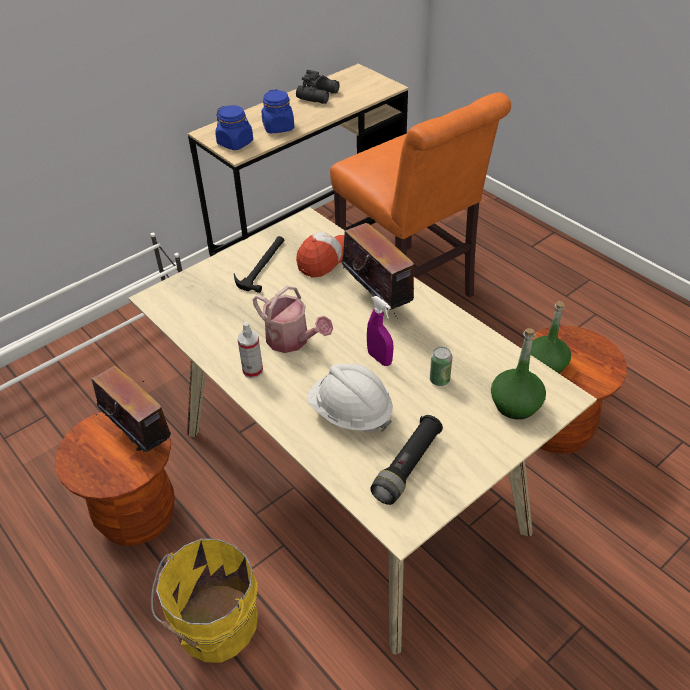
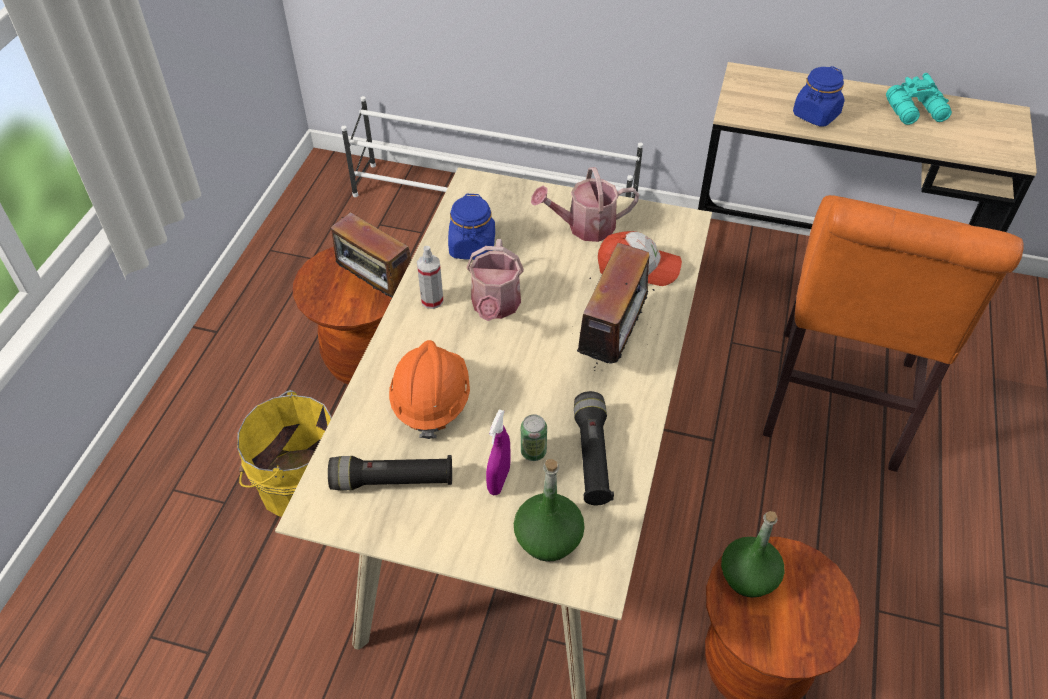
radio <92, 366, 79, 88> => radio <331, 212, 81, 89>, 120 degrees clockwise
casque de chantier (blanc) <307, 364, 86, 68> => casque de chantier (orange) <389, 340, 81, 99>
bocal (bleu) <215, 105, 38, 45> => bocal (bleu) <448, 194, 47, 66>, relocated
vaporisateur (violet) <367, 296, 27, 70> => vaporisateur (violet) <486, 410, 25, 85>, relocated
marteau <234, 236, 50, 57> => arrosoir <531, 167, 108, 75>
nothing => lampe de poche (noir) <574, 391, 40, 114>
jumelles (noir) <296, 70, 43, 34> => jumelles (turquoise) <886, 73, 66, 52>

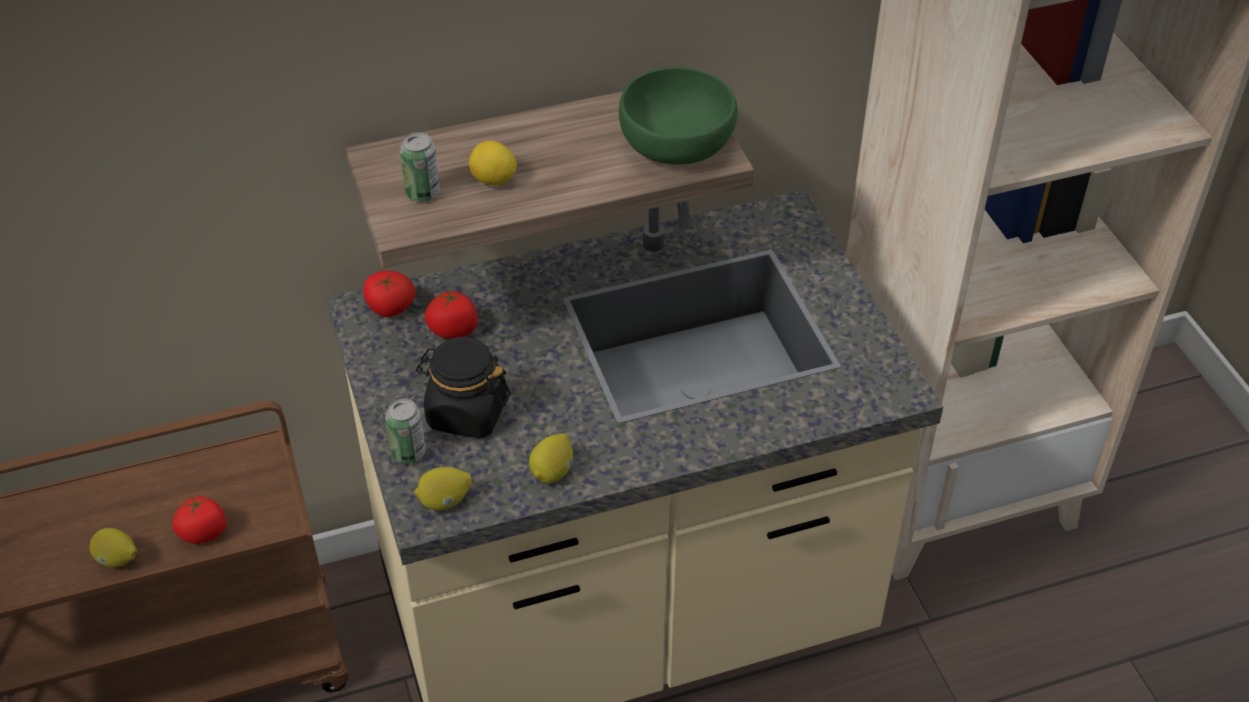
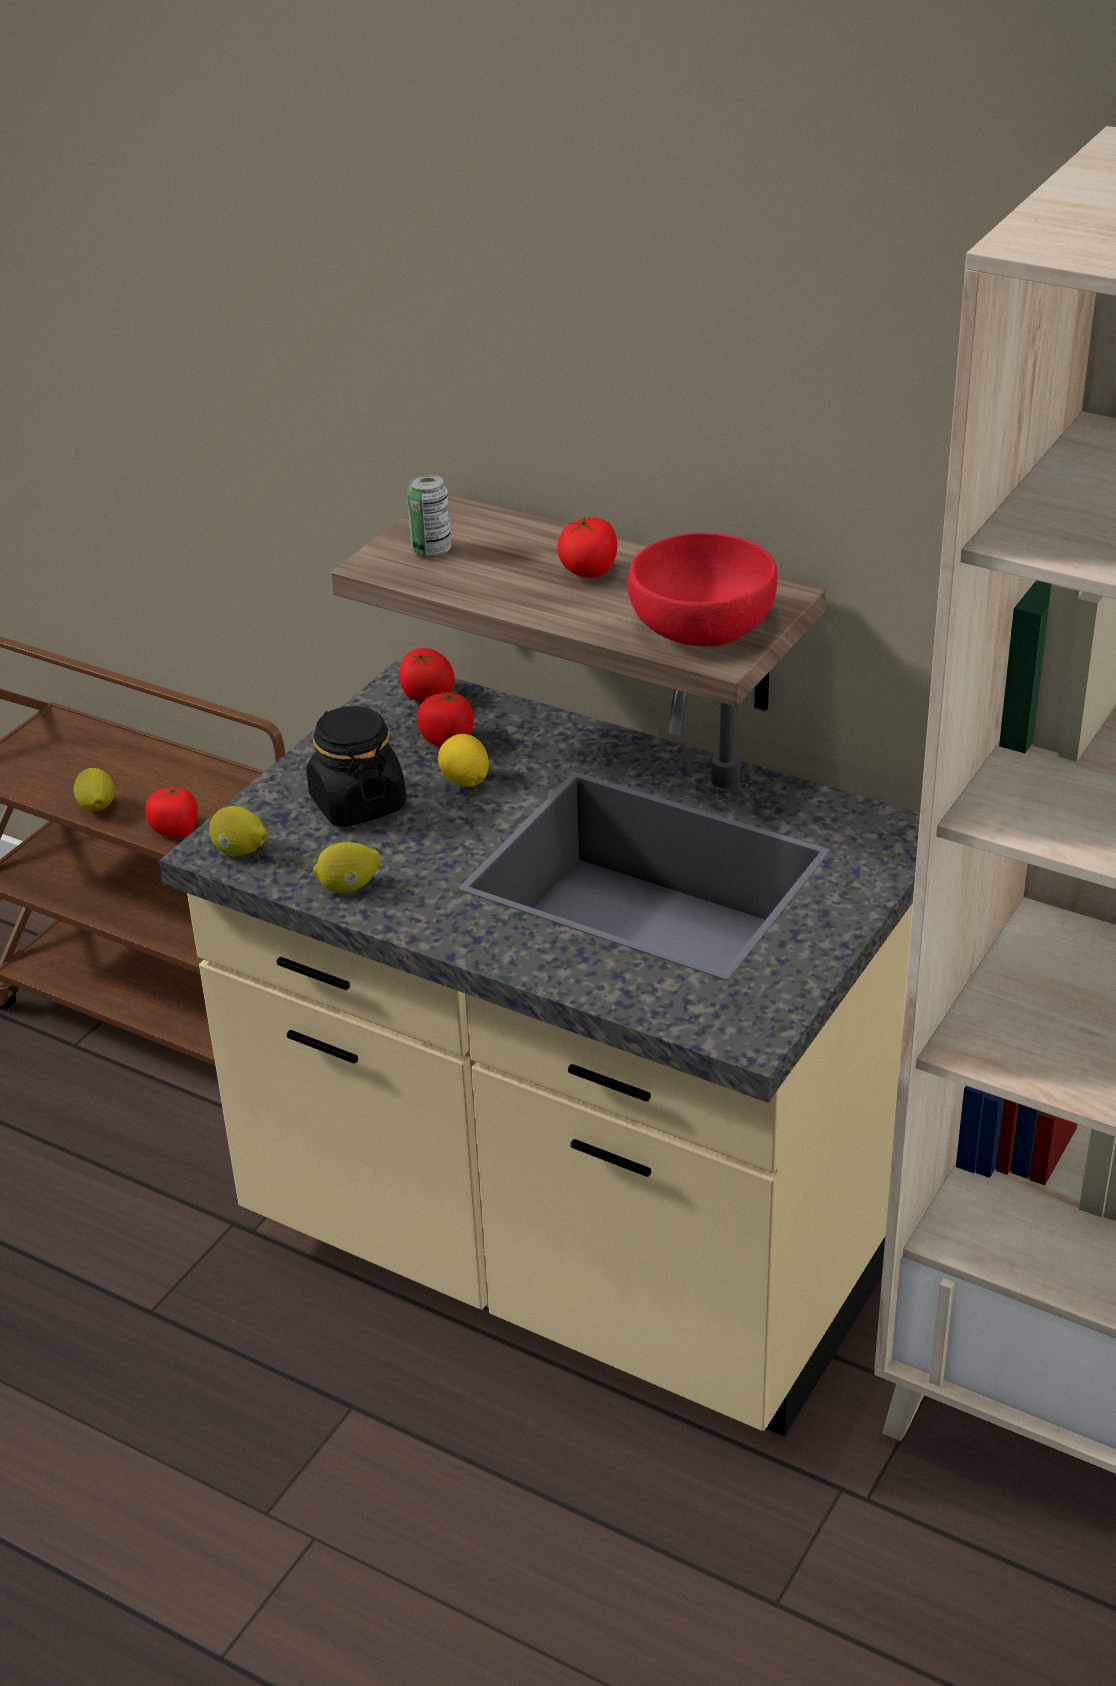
citron <469, 141, 48, 44> => citron <438, 734, 51, 53>, relocated
nothing => tomate <558, 516, 59, 62>
bol (vert) <619, 67, 119, 97> => bol (rouge) <627, 532, 150, 114>
boîte métallique <385, 398, 41, 66> => nothing

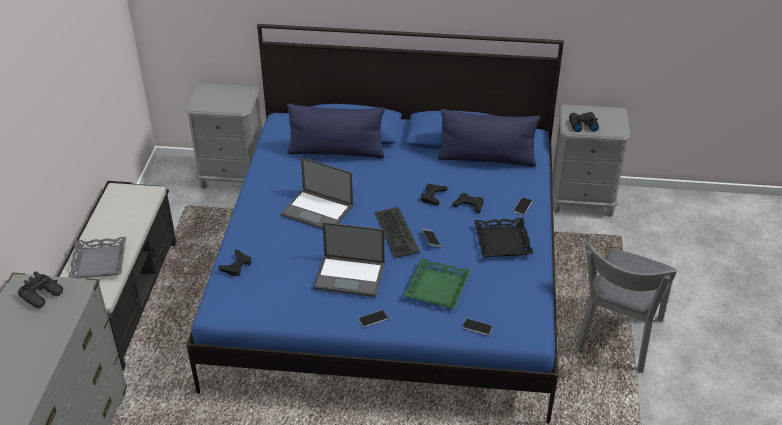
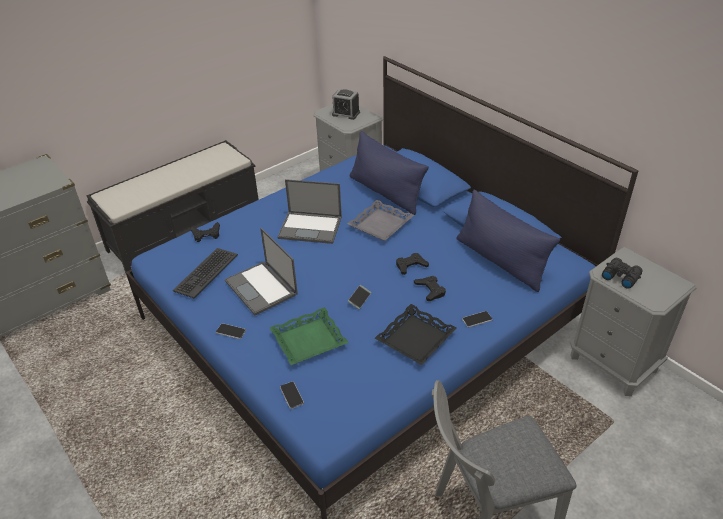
clavier <375, 207, 45, 51> => clavier <173, 248, 65, 51>, relocated
ordinateur portable <281, 157, 72, 72> => ordinateur portable <277, 179, 65, 65>, 60 degrees counterclockwise
nothing => réveil <332, 89, 28, 31>
plateau (gris) <68, 237, 58, 41> => plateau (gris) <347, 200, 67, 41>, relocated
jumelles (noir) <18, 271, 45, 38> => nothing

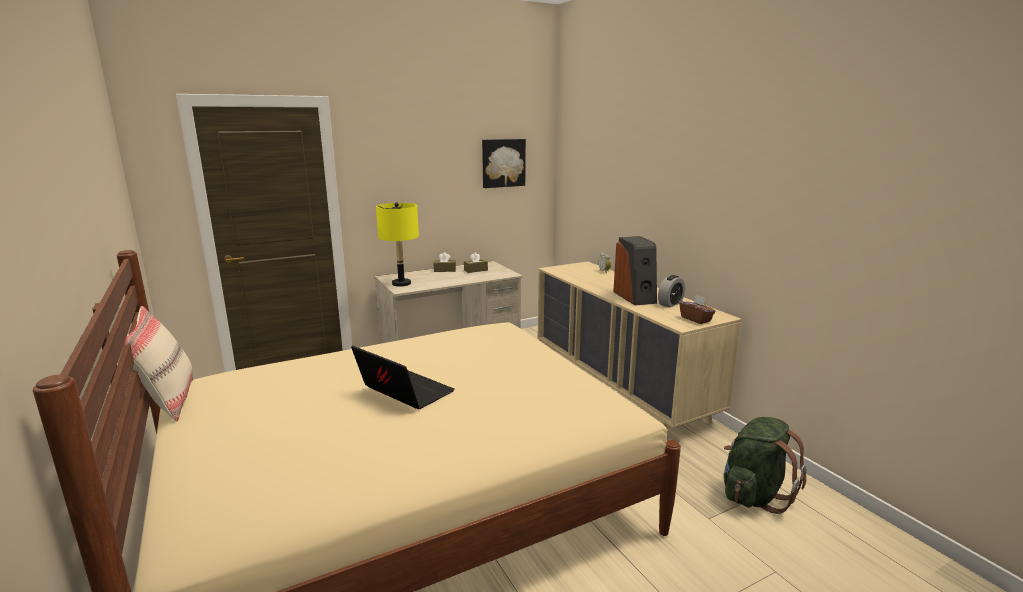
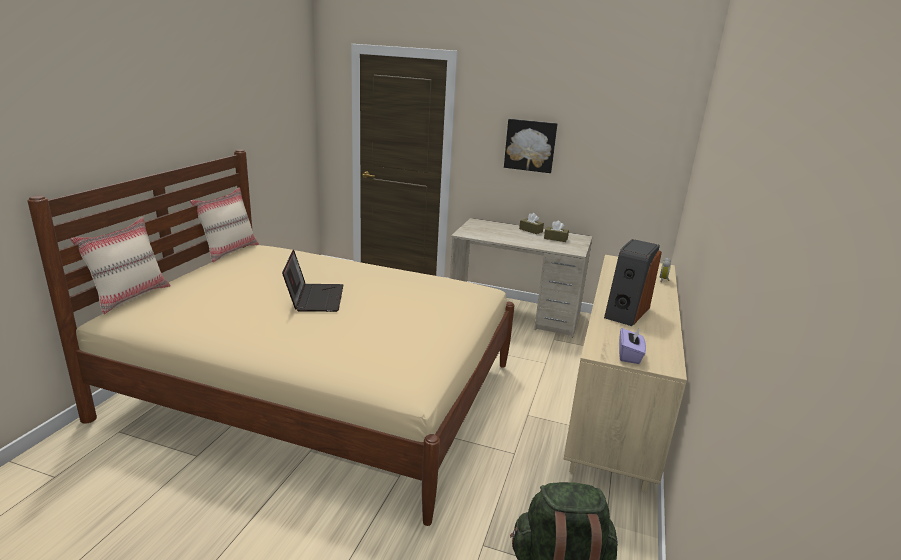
nothing => coussin (beige) <70, 217, 101, 97>
tableau <482, 139, 44, 49> => tableau <504, 119, 53, 54>, relocated
boîte à mouchoirs (marron) <679, 295, 36, 29> => boîte à mouchoirs (violet) <619, 328, 27, 36>
lampe de table (jaune) <376, 202, 43, 85> => nothing
réveil <658, 275, 27, 32> => nothing

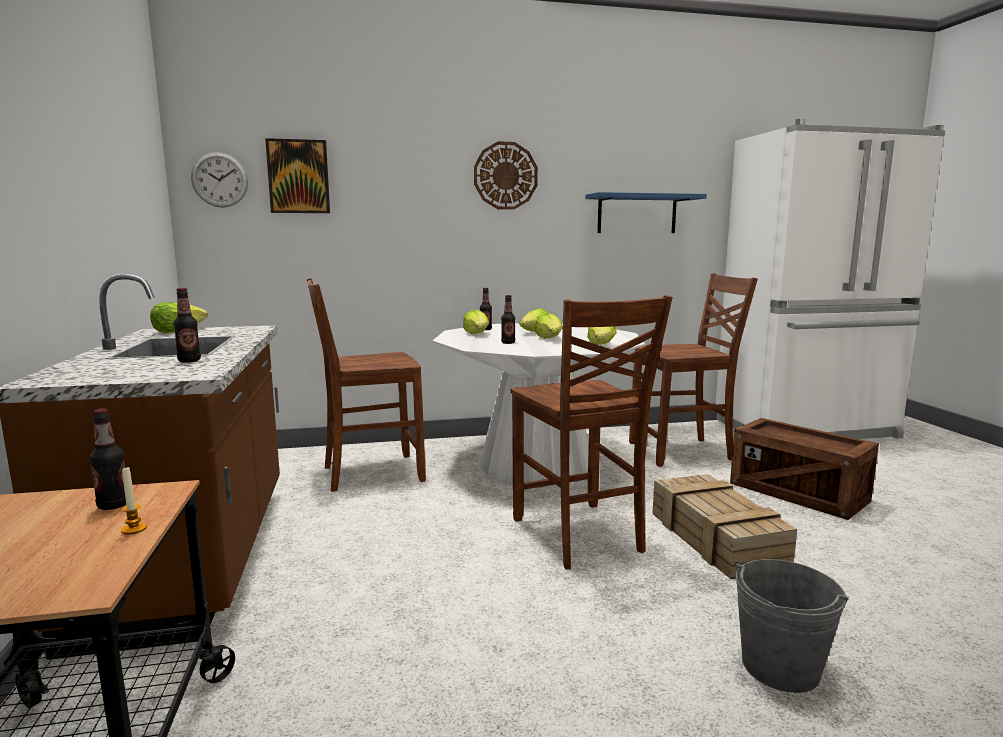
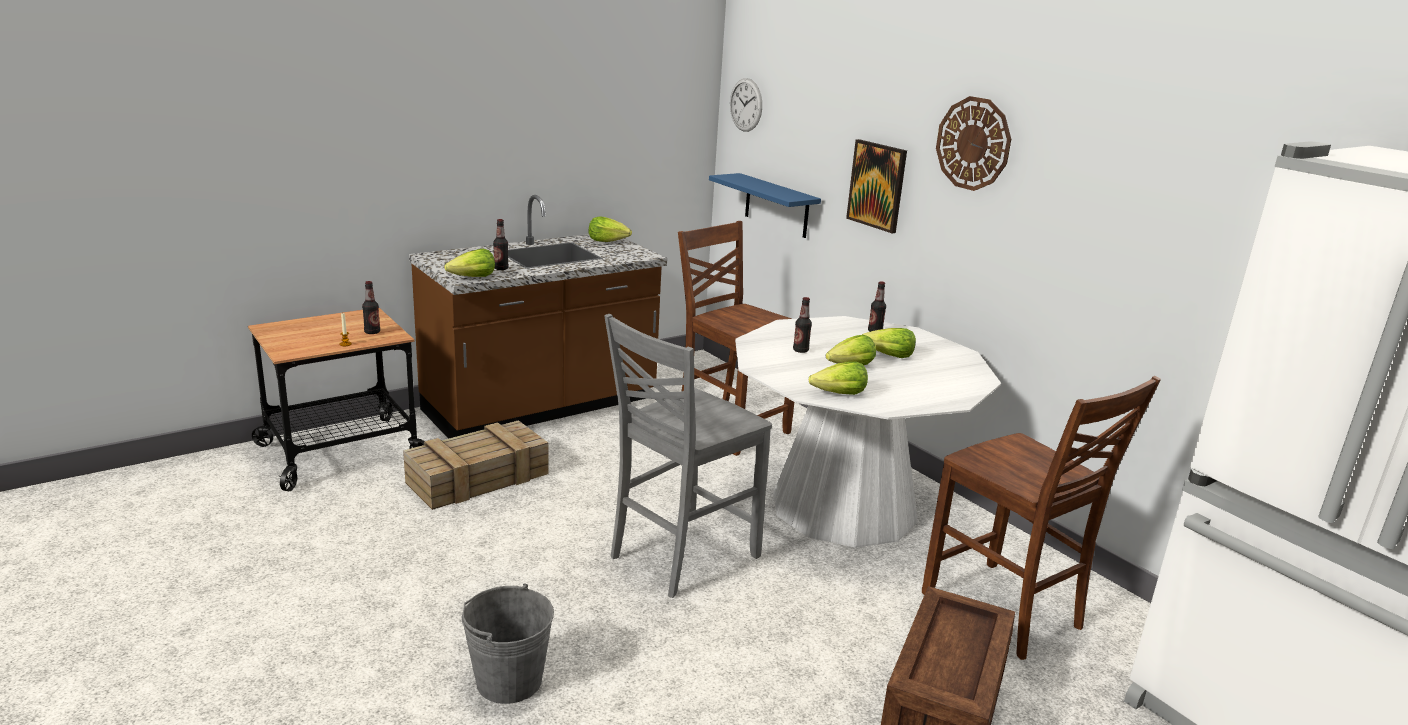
caisse <652, 474, 145, 105> => caisse <403, 420, 146, 90>, relocated
laitue <463, 310, 26, 24> => laitue <444, 249, 51, 28>, relocated
chaise (marron) <511, 295, 162, 274> => chaise (gris) <604, 314, 168, 284>
étagère (bleu) <585, 192, 122, 41> => étagère (bleu) <709, 173, 112, 65>, relocated
tableau <265, 138, 65, 75> => tableau <846, 139, 61, 94>, relocated

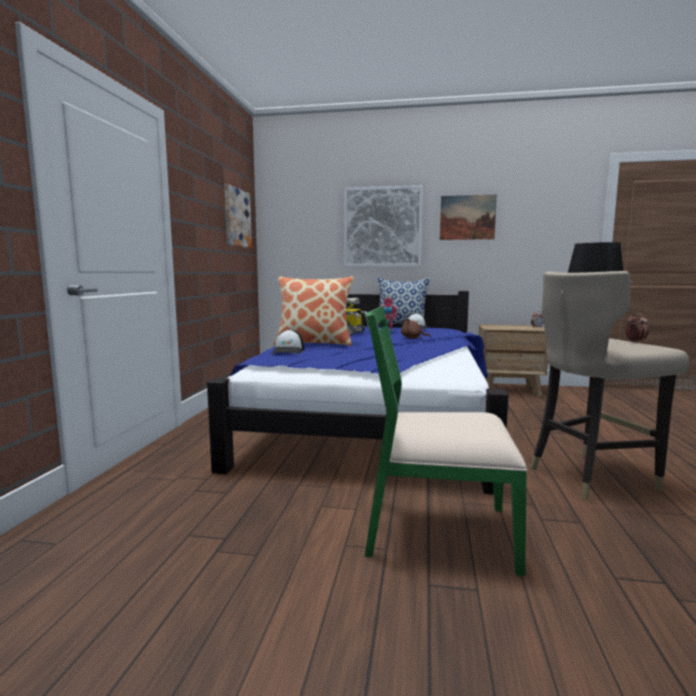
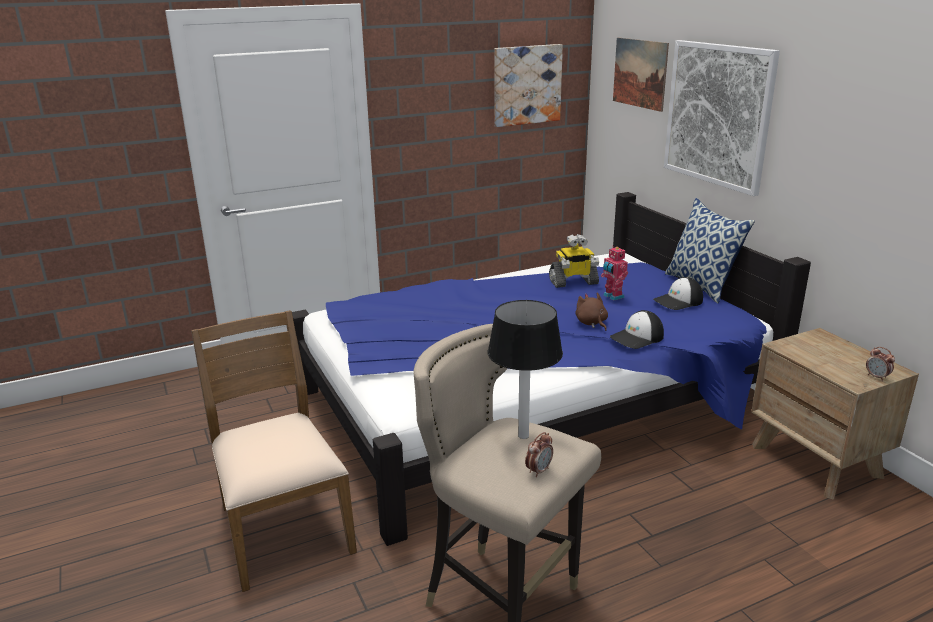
chaise (vert) <365, 306, 162, 270> => chaise (marron) <191, 310, 166, 282>
casquette <271, 330, 33, 24> => casquette <610, 310, 54, 39>, relocated
tableau <440, 195, 57, 45> => tableau <613, 38, 56, 74>, relocated
coussin <274, 276, 80, 70> => nothing

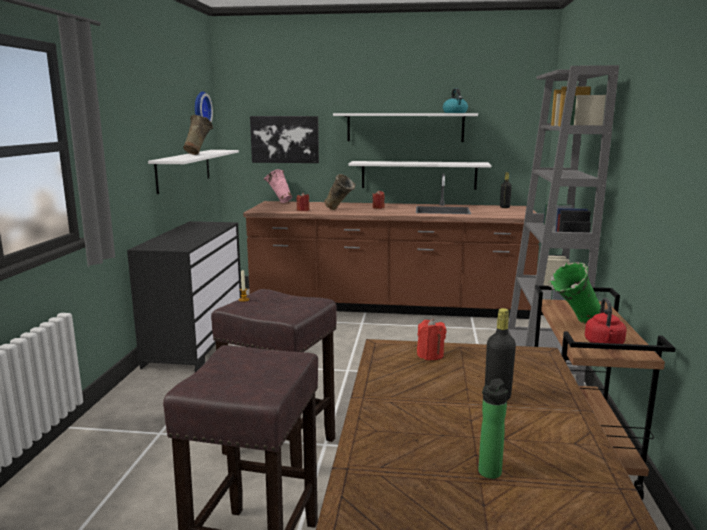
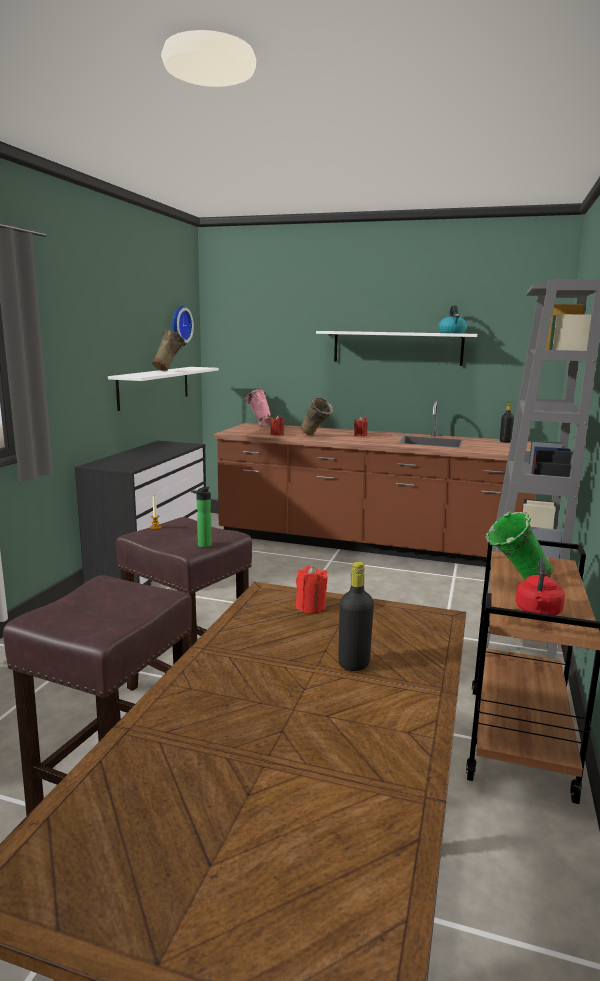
bouteille <478, 378, 30, 101> => bouteille <191, 487, 21, 61>, relocated
tableau <250, 116, 69, 47> => nothing
étagère (blanc) <349, 161, 142, 29> => nothing

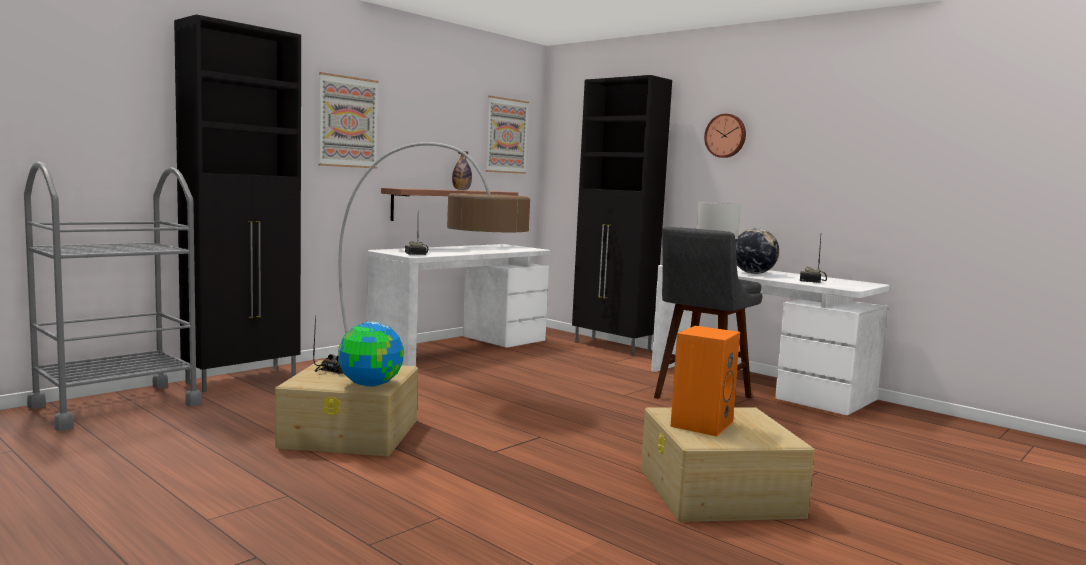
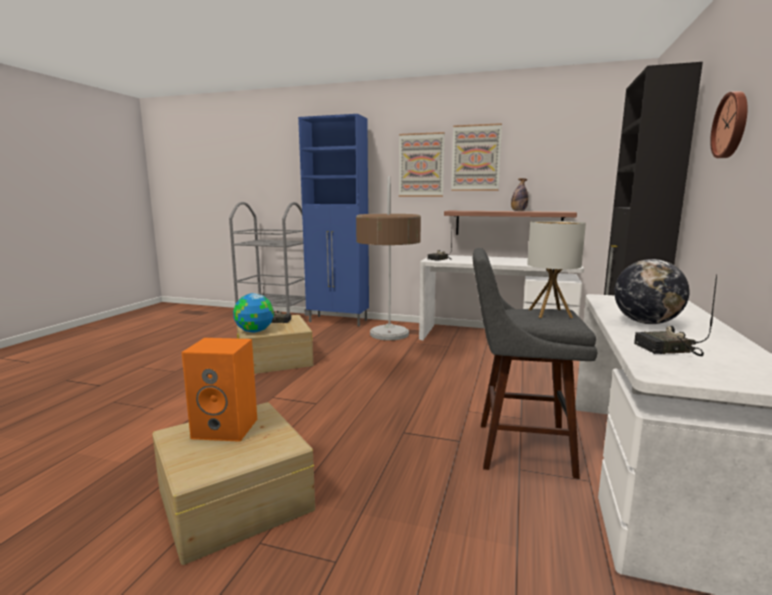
meuble de rangement (noir) <174, 14, 127, 379> => meuble de rangement (bleu) <298, 114, 71, 212>
tableau <486, 96, 43, 78> => tableau <451, 123, 51, 68>, relocated

